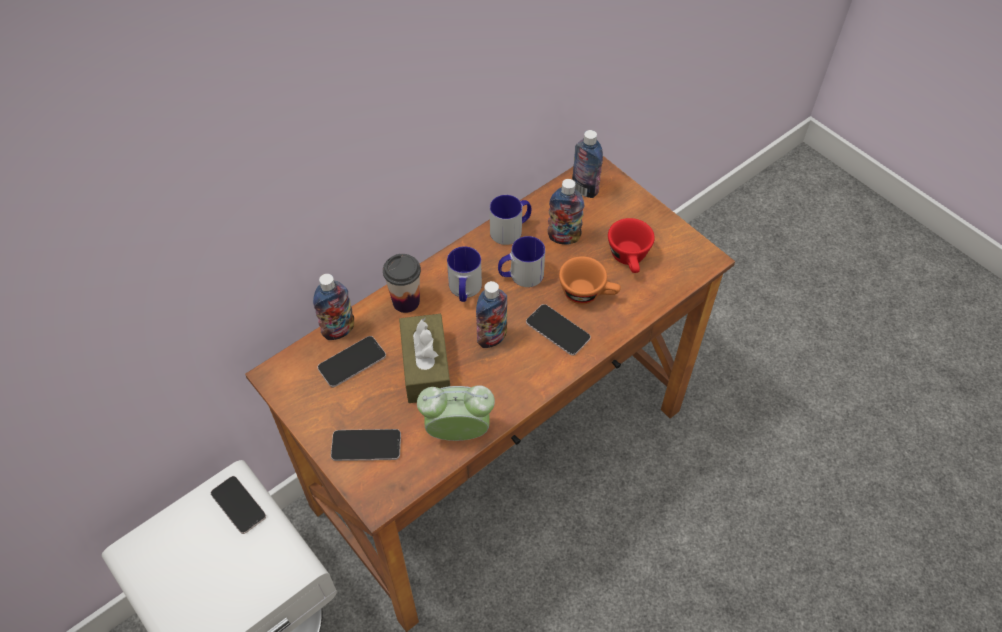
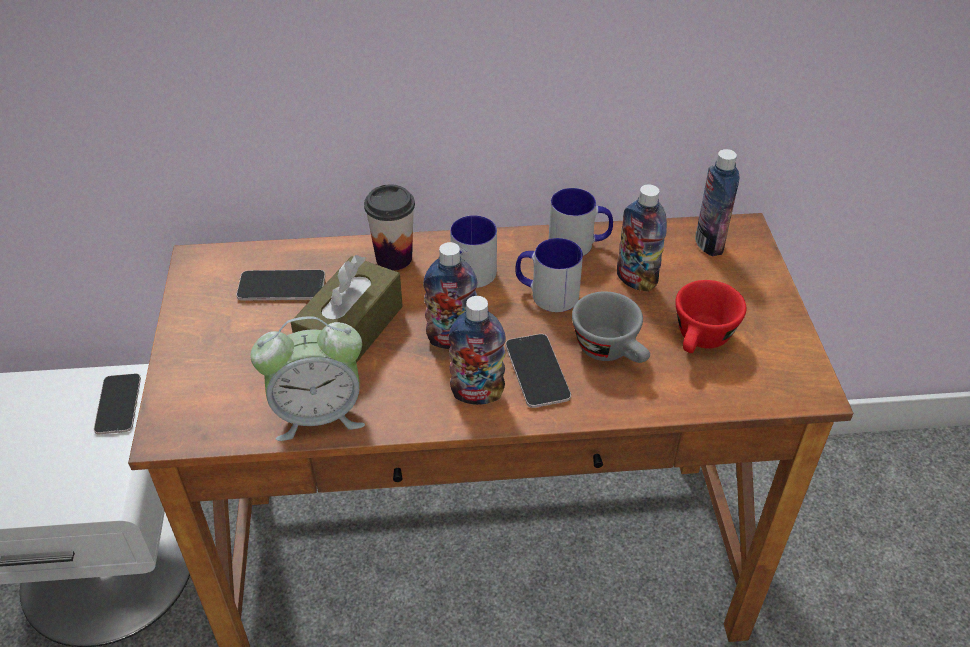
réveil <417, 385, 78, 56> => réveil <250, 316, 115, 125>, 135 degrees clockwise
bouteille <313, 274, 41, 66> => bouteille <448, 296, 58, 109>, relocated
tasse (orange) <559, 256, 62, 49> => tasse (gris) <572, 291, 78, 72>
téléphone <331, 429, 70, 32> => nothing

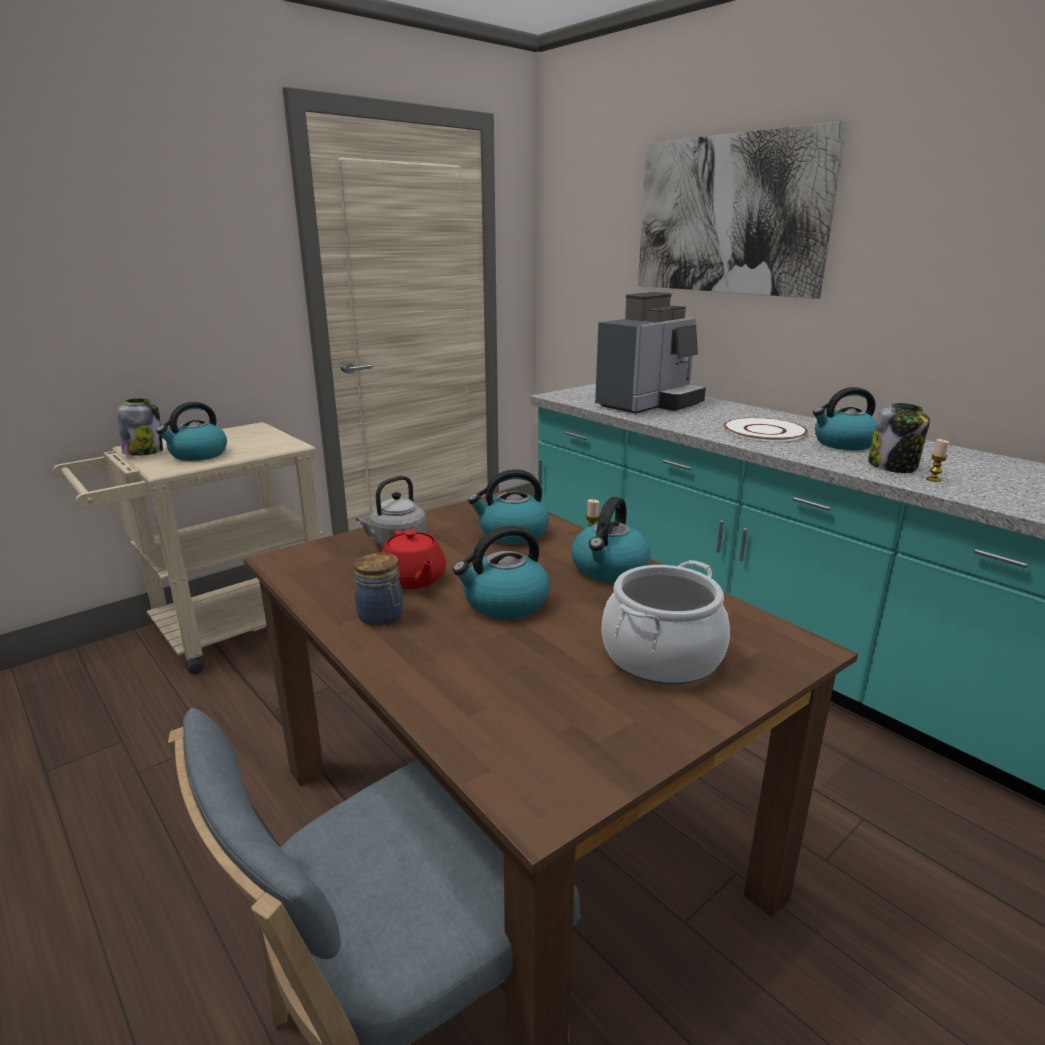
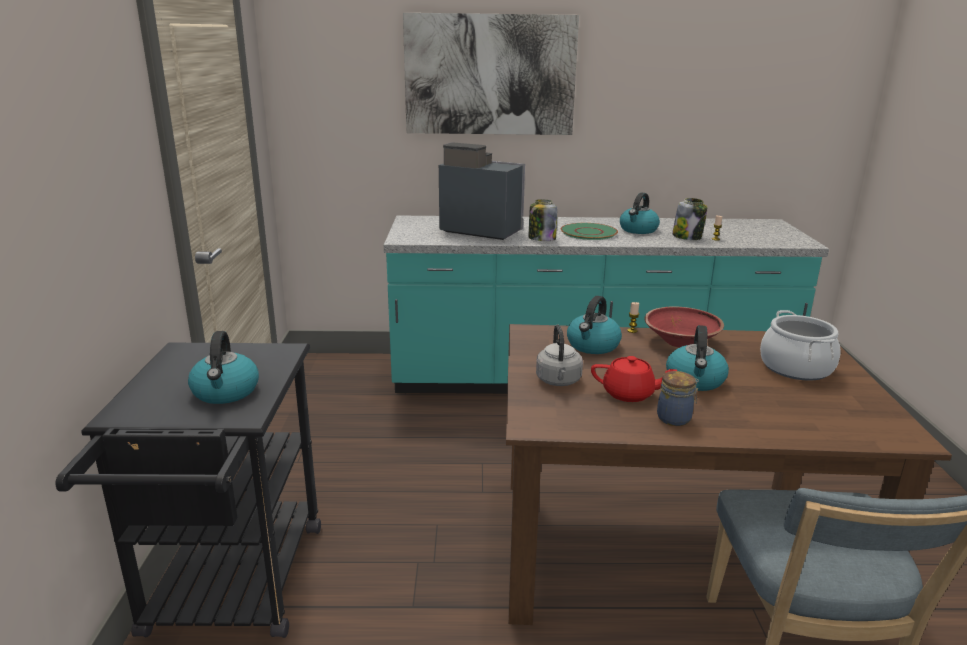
chariot (beige) <53, 422, 270, 253> => chariot (noir) <55, 343, 266, 295>
machine à café <595, 292, 111, 122> => machine à café <439, 142, 86, 98>, 60 degrees counterclockwise
bocal <117, 398, 46, 57> => bocal <529, 200, 28, 41>, relocated
assiette (blanc) <724, 418, 84, 24> => assiette (vert) <561, 223, 57, 17>
bouilloire <571, 497, 79, 85> => bol (rouge) <644, 307, 80, 41>

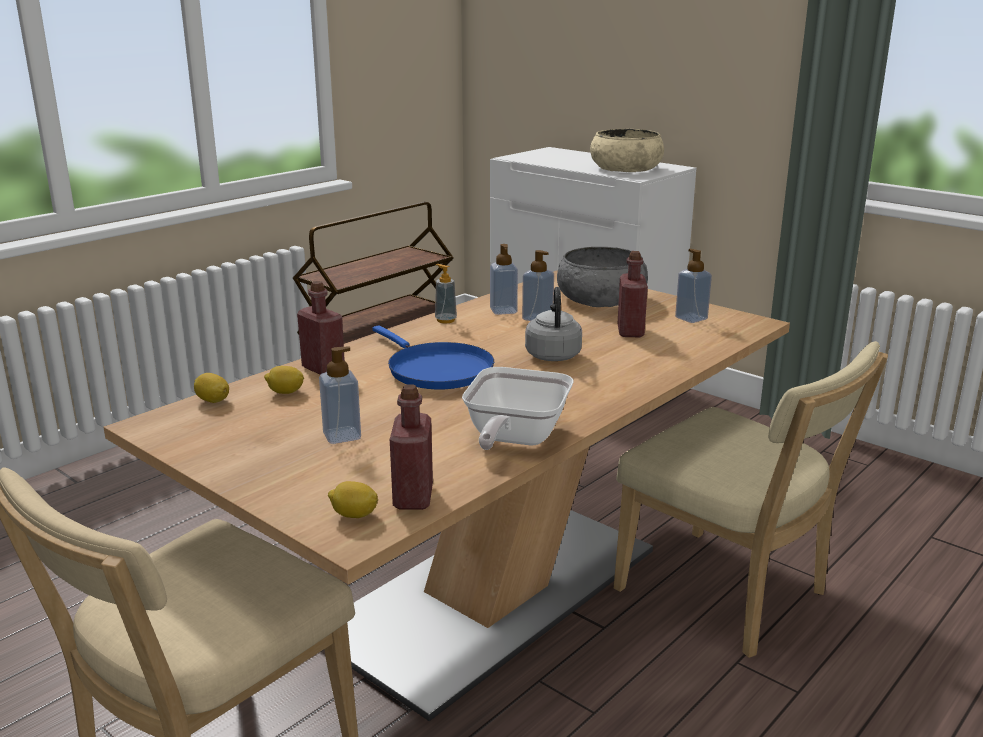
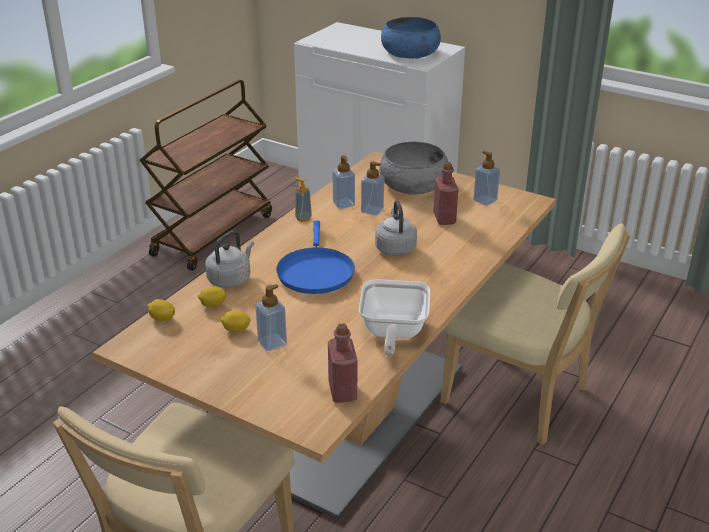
bouteille (rouge) <297, 281, 48, 94> => bouilloire (gris) <205, 231, 49, 57>
citron <328, 481, 50, 37> => citron <220, 311, 31, 21>, relocated
poêle (bleu) <372, 326, 122, 63> => poêle (bleu) <276, 221, 79, 73>, 45 degrees clockwise
bol (beige) <590, 129, 74, 43> => bol (bleu) <381, 17, 60, 42>

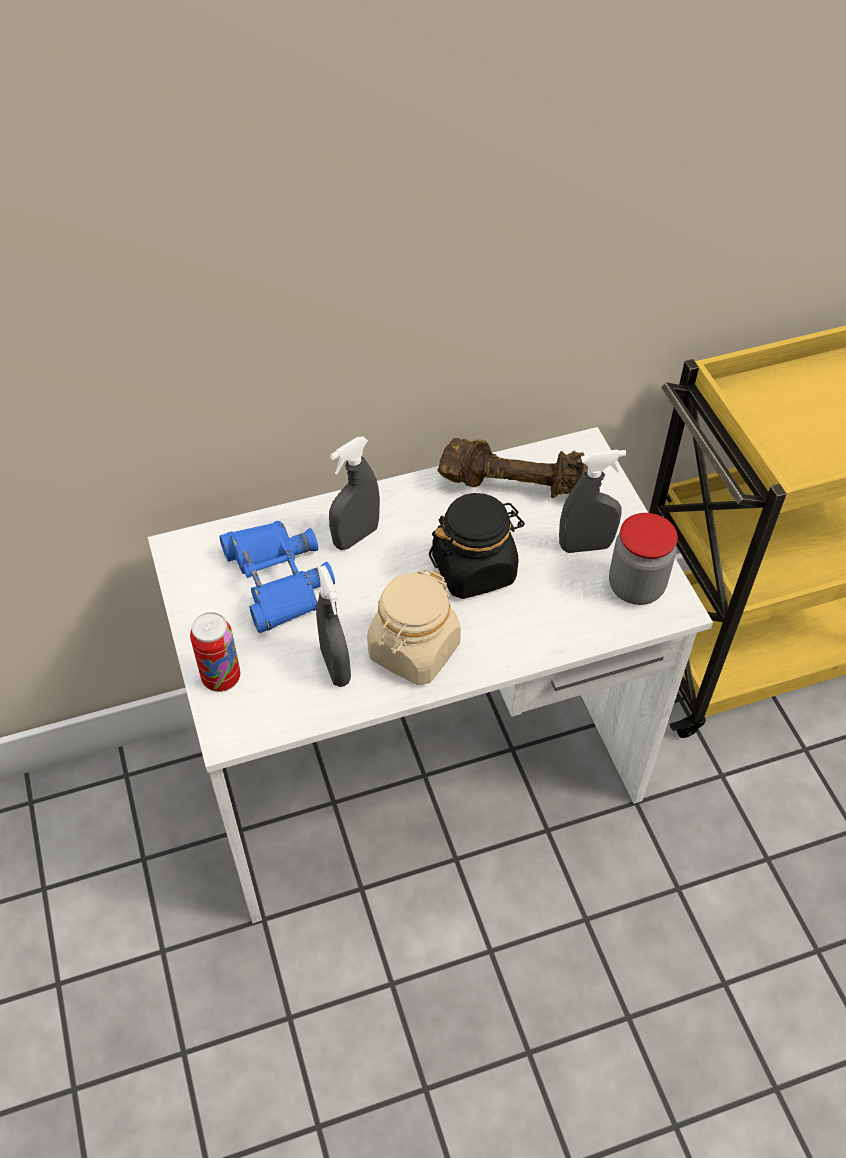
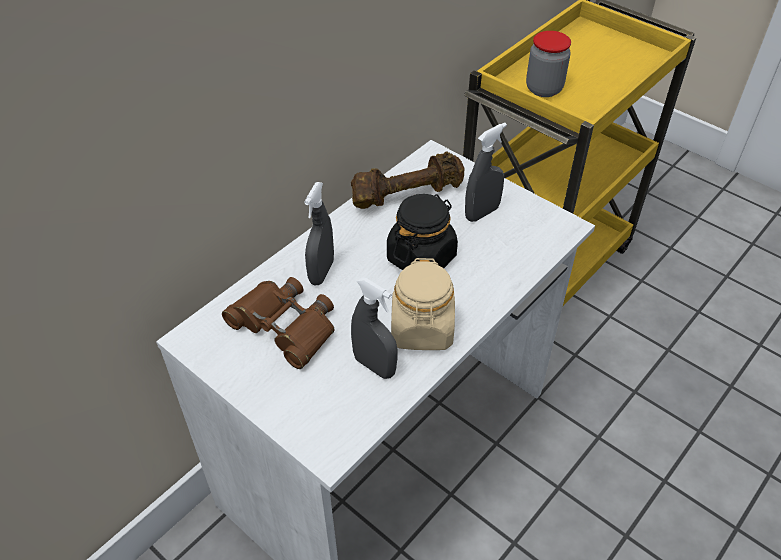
jumelles (bleu) <219, 521, 116, 112> => jumelles (marron) <222, 277, 113, 92>
bocal <609, 513, 69, 92> => bocal <526, 31, 45, 66>, relocated
boîte métallique <190, 612, 50, 80> => nothing

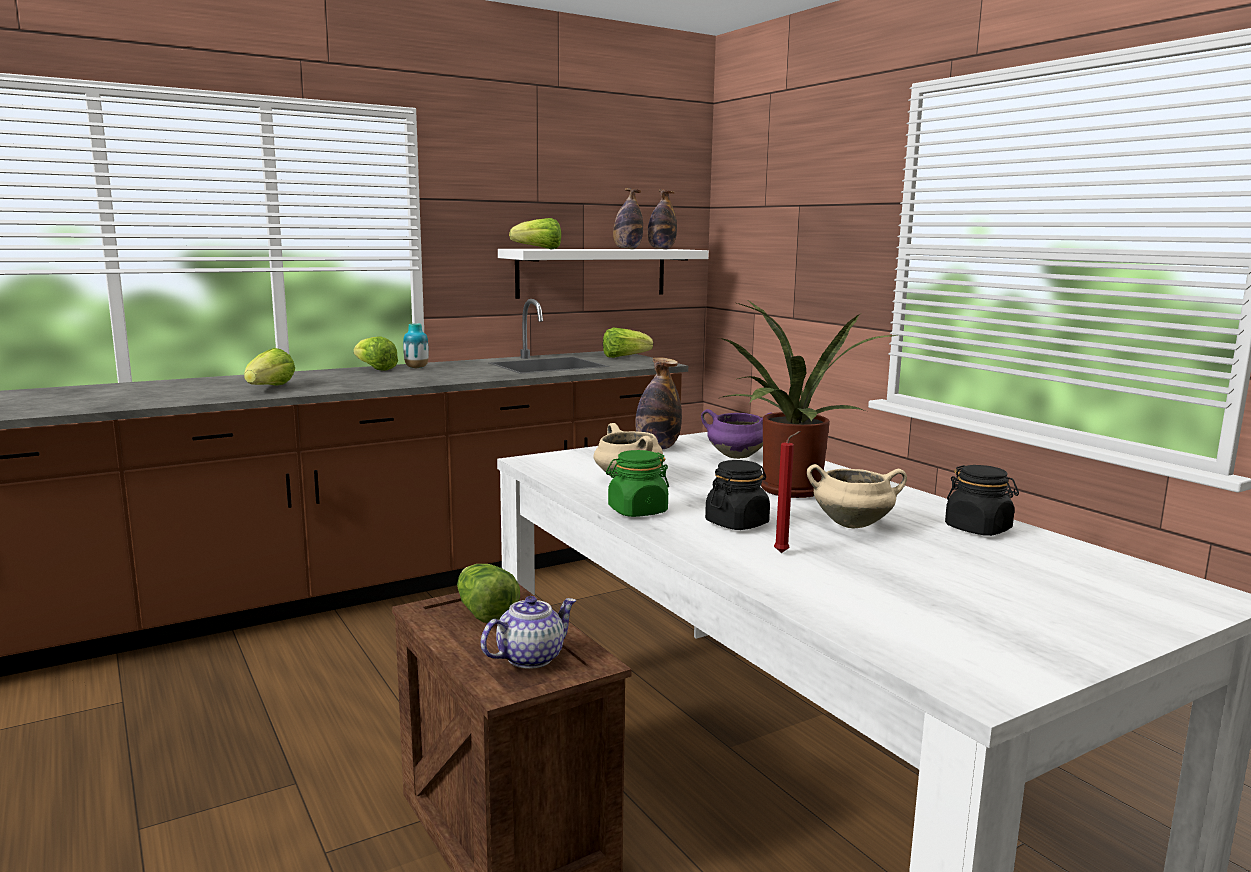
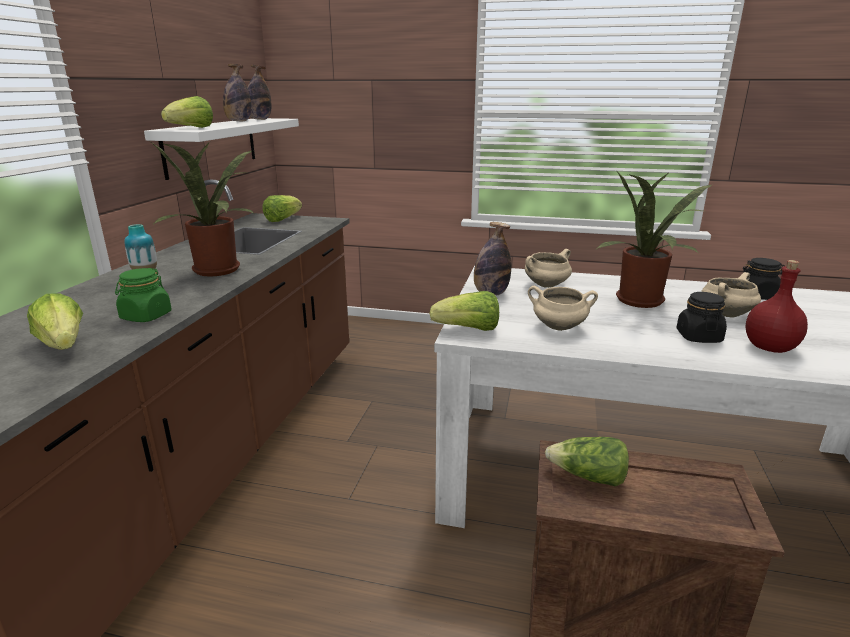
bocal (vert) <606, 450, 63, 67> => bocal (vert) <115, 268, 57, 54>, relocated
nothing => plante en pot <151, 142, 102, 134>
laitue <354, 337, 44, 34> => laitue <430, 291, 69, 40>, relocated
marmite (violet) <701, 409, 69, 50> => marmite (beige) <525, 249, 47, 39>
bougie (rouge) <774, 431, 27, 122> => bouteille (rouge) <746, 260, 62, 93>
théière <481, 596, 96, 73> => nothing

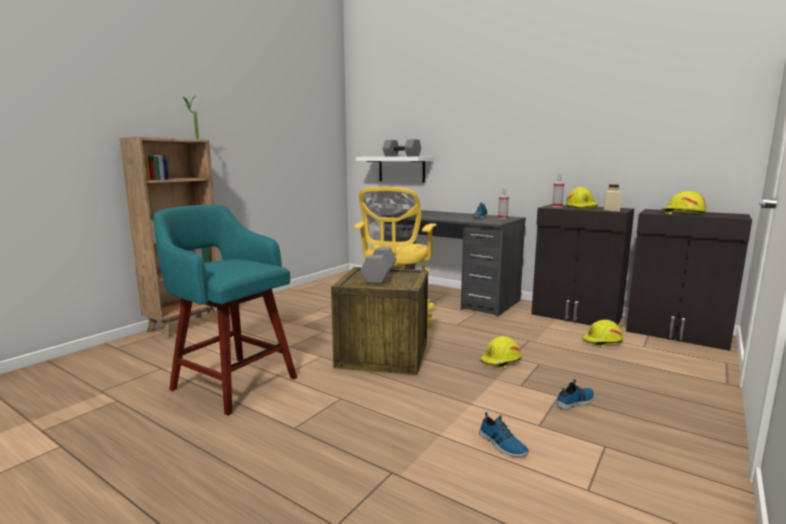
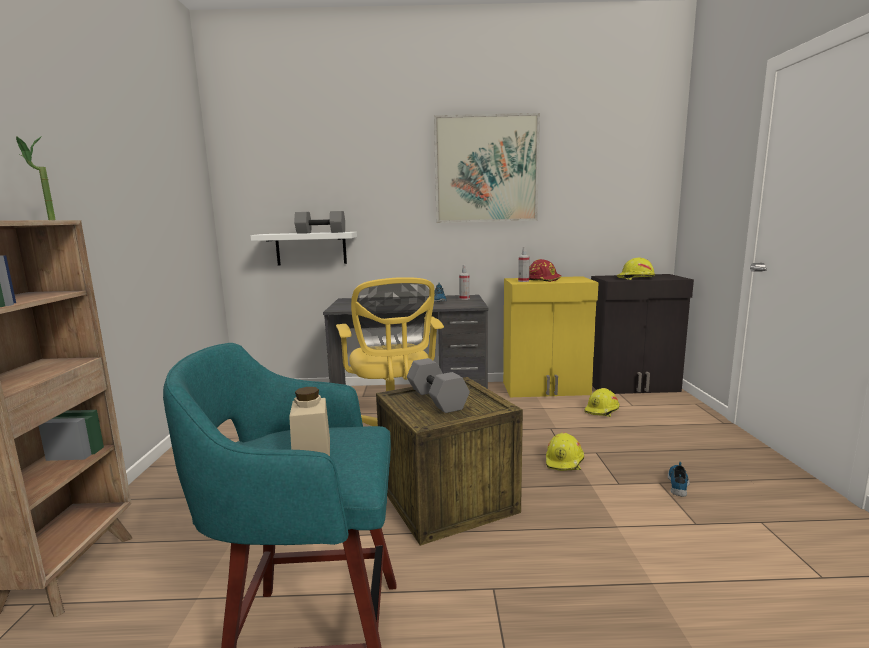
bocal (beige) <604, 184, 17, 27> => bocal (beige) <289, 387, 41, 69>, relocated
nothing => tableau <434, 113, 106, 110>
meuble de rangement (noir) <531, 204, 103, 121> => meuble de rangement (jaune) <503, 276, 96, 121>
casque de chantier (jaune) <566, 187, 32, 22> => casque de chantier (rouge) <529, 259, 32, 23>
chaussure <479, 412, 50, 45> => nothing

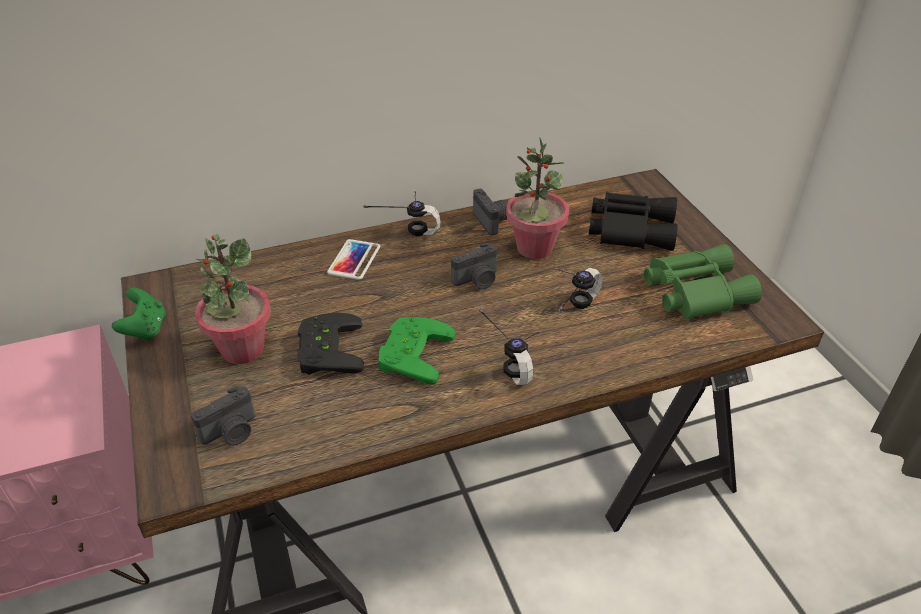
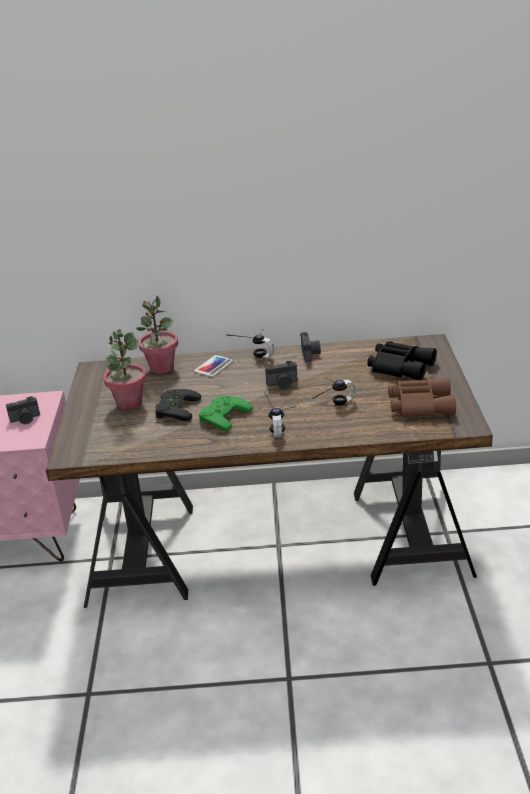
appareil photo <191, 386, 64, 60> => appareil photo <6, 396, 34, 28>, relocated
plante en pot <506, 136, 63, 123> => plante en pot <136, 295, 42, 79>, relocated
jumelles (vert) <644, 244, 118, 76> => jumelles (marron) <388, 377, 68, 40>
manette (vert) <112, 288, 54, 54> => nothing

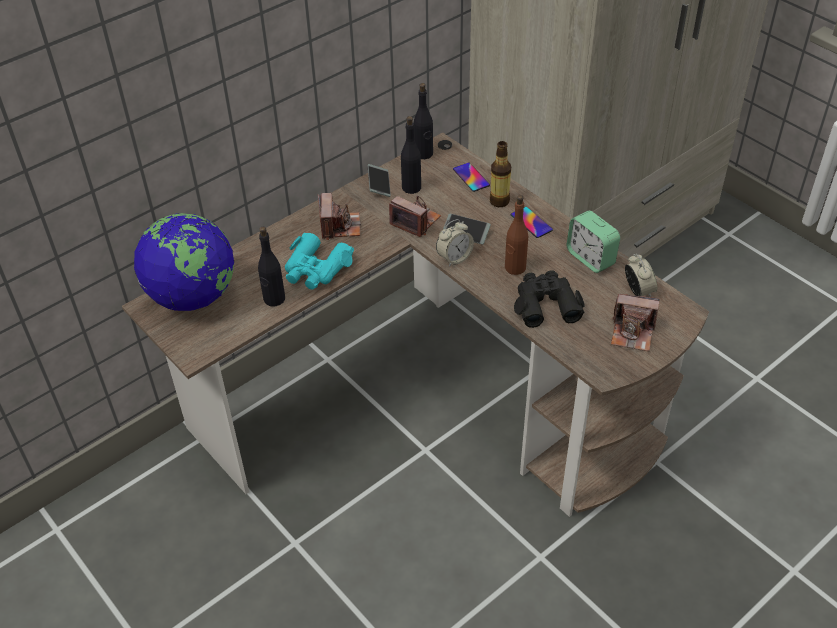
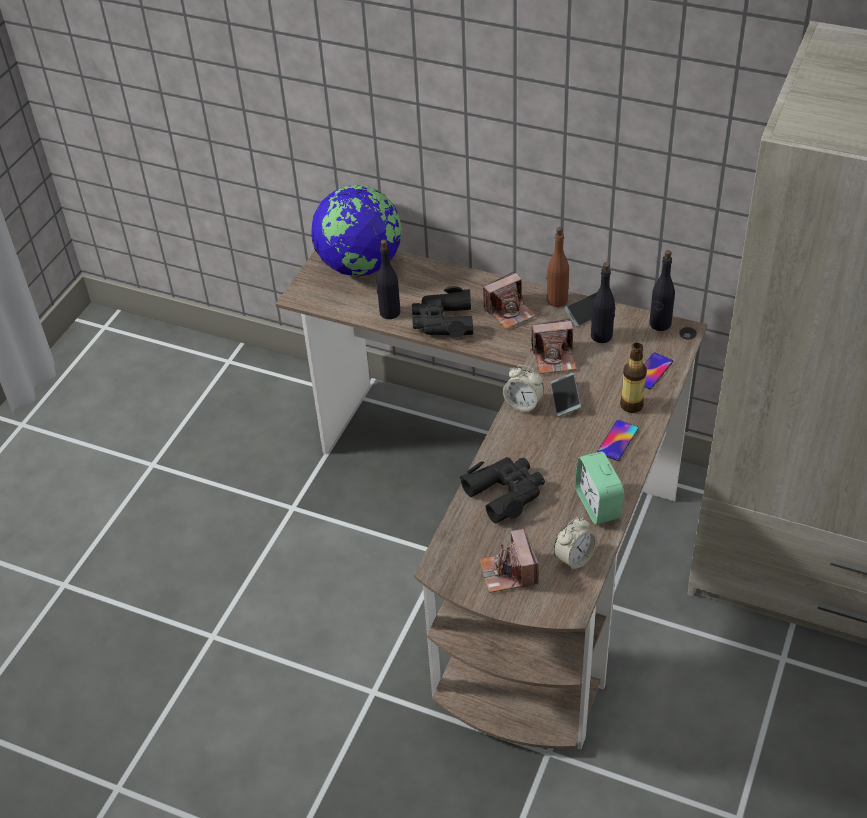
jumelles (turquoise) <285, 233, 69, 57> => jumelles (noir) <412, 286, 62, 52>
appareil photo <389, 195, 52, 42> => appareil photo <531, 319, 45, 55>, 75 degrees clockwise
bouteille (marron) <505, 195, 23, 80> => bouteille (marron) <547, 227, 22, 80>, relocated
réveil <567, 211, 53, 62> => réveil <575, 451, 49, 74>, 45 degrees counterclockwise

